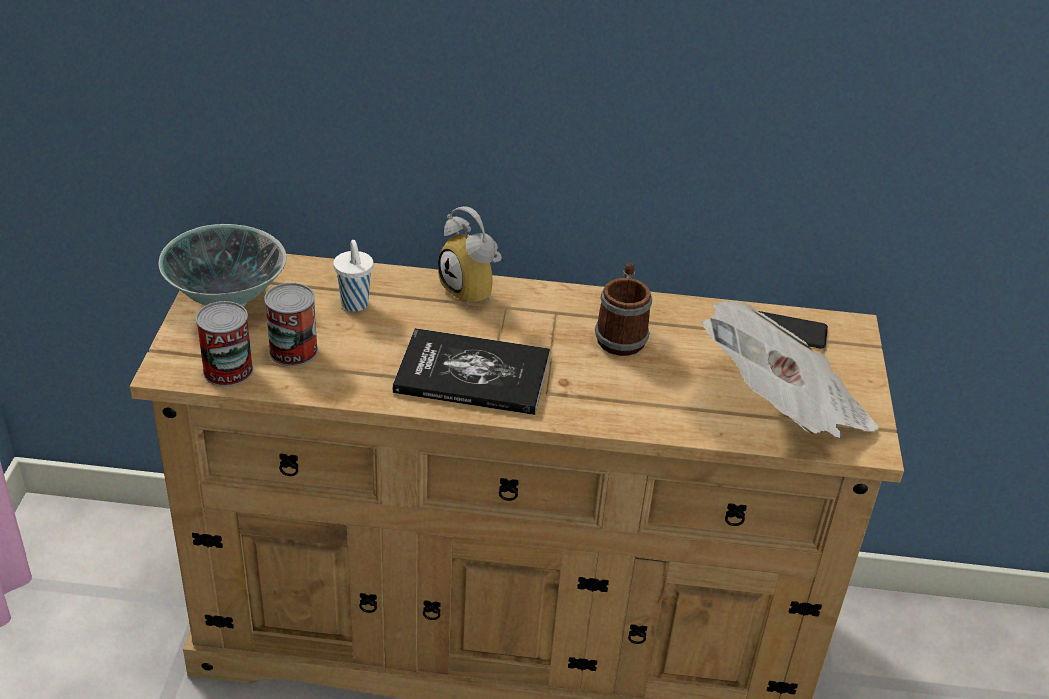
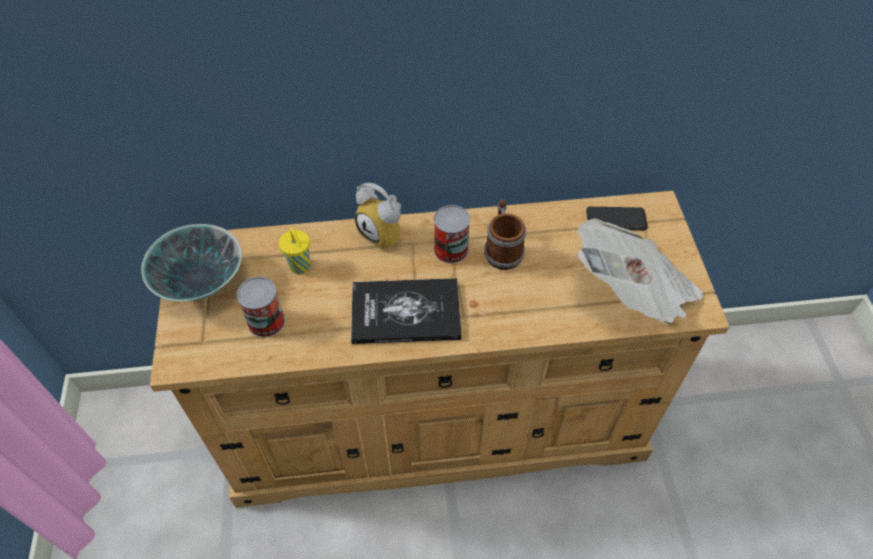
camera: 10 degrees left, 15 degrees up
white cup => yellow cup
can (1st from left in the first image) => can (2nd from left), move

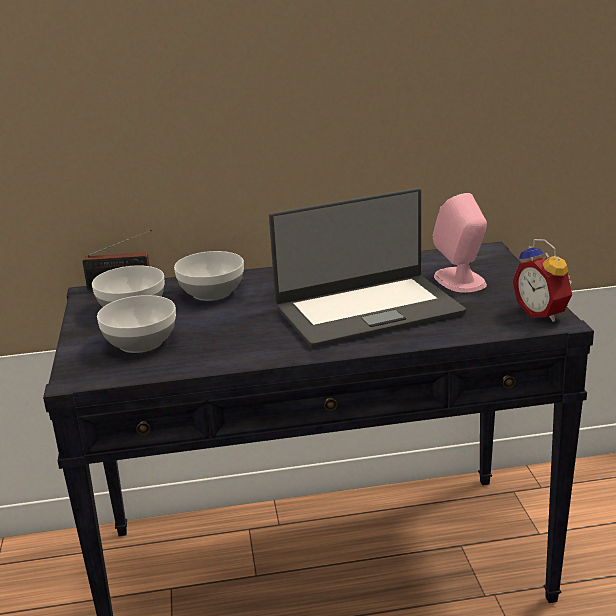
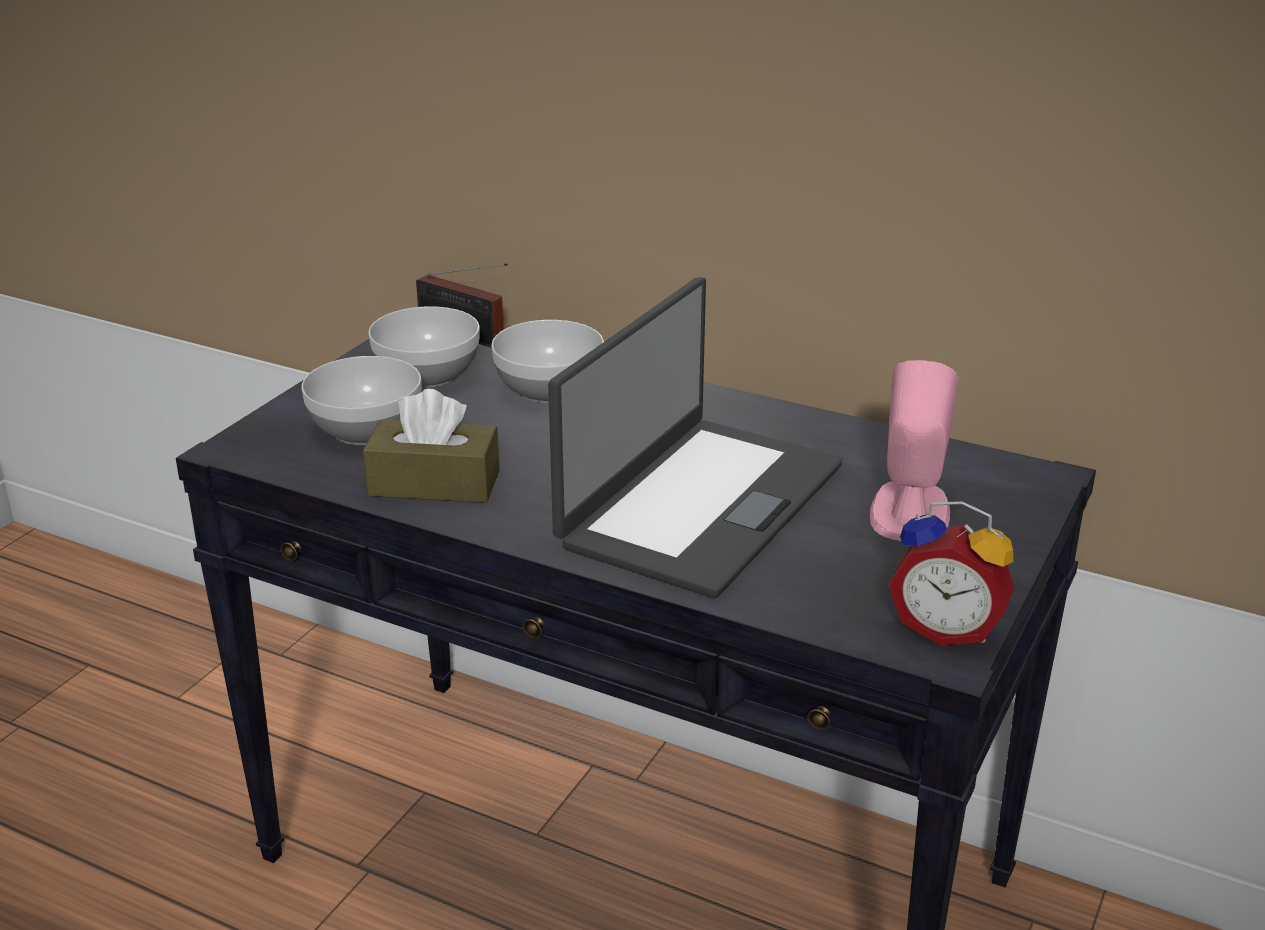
camera: 35 degrees right, 5 degrees up
laptop, 75 degrees counterclockwise
alarm clock, 75 degrees counterclockwise
nothing => brown tissue box

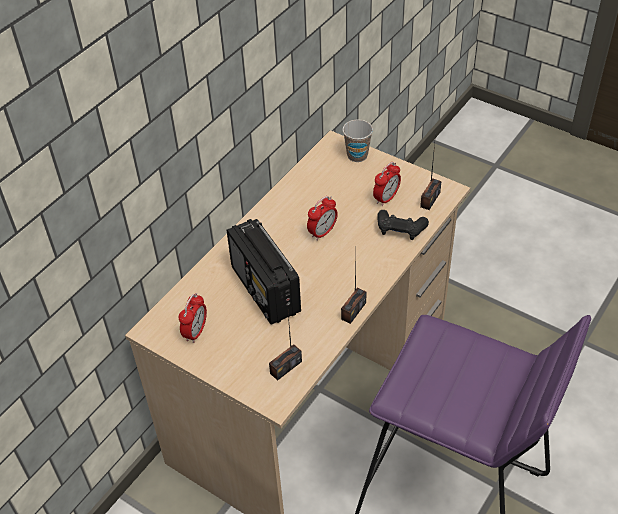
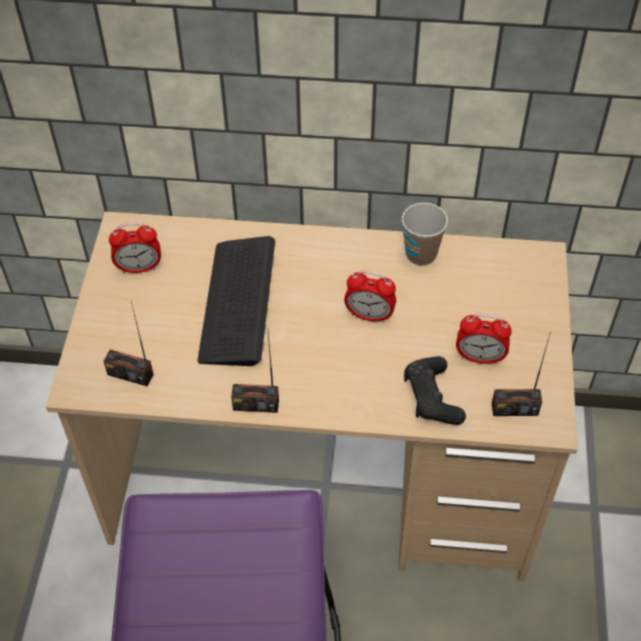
camera: 60 degrees right, 5 degrees up
cup, move
radio (1st from left) => keyboard

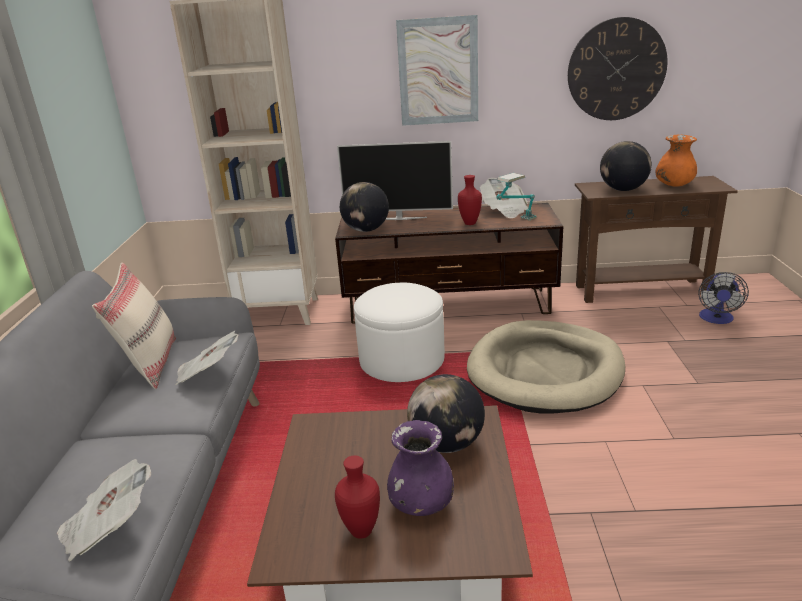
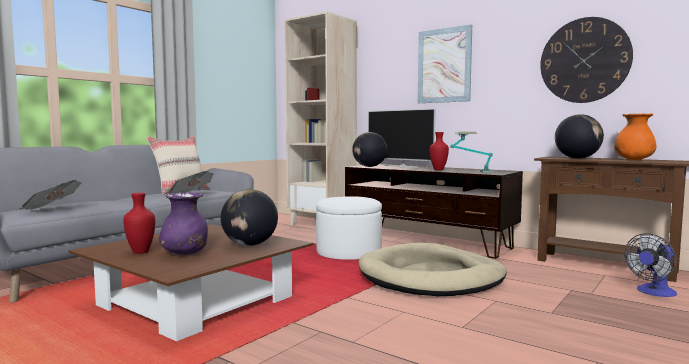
camera: 35 degrees right, 20 degrees down
newspaper (3rd from left) => nothing

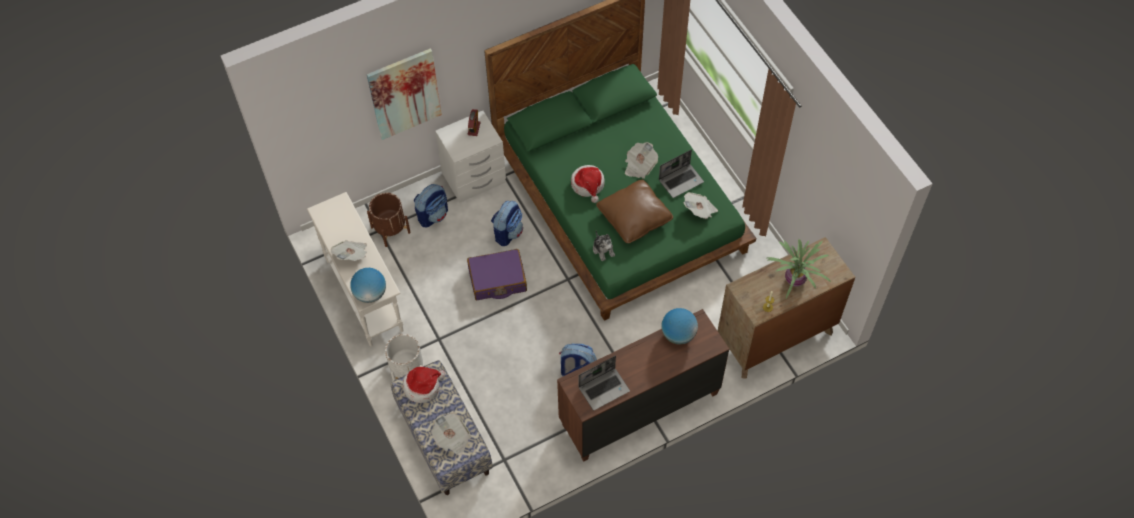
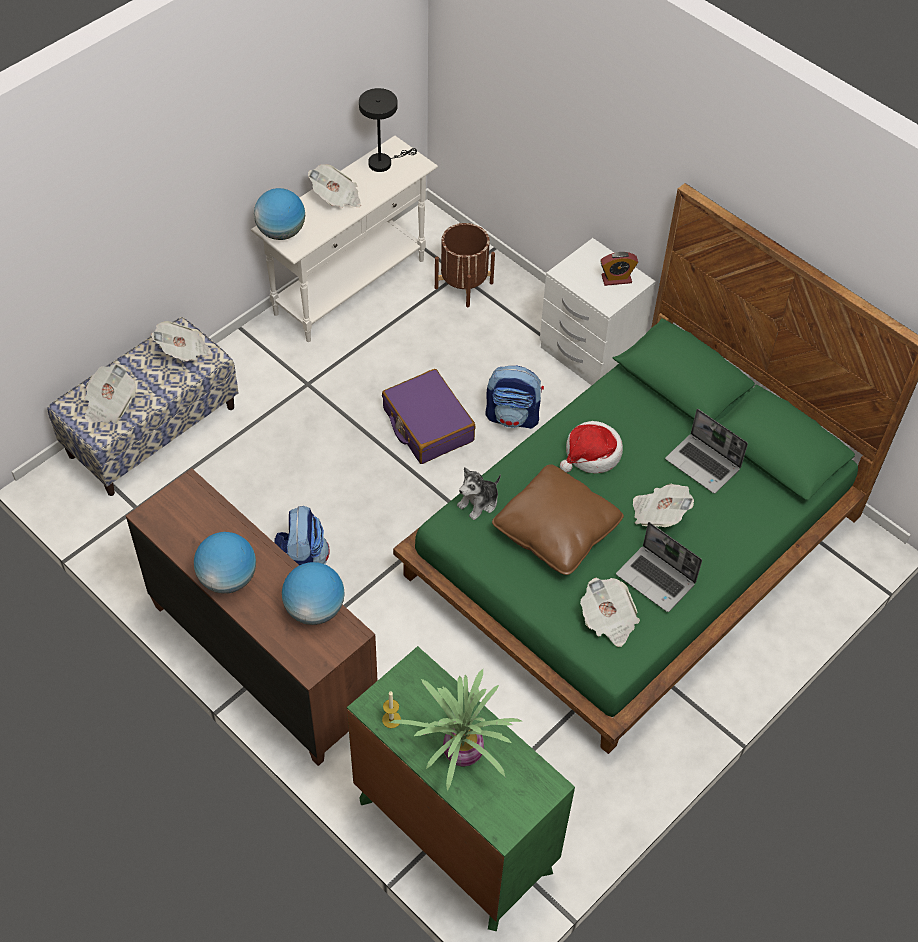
camera: 70 degrees right, 5 degrees down
picture => nothing
backpack (1st from left) => nothing
brown dresser (2nd from left) => green dresser
white planter => nothing
laptop (1st from left in the first image) => laptop (2nd from left), move
hat (1st from left) => newspaper (2nd from left)
nothing => black table lamp
nothing => globe (1st from left)

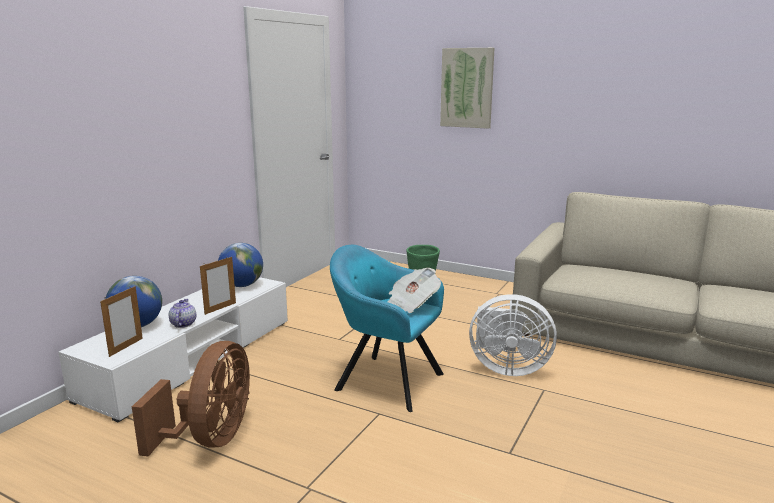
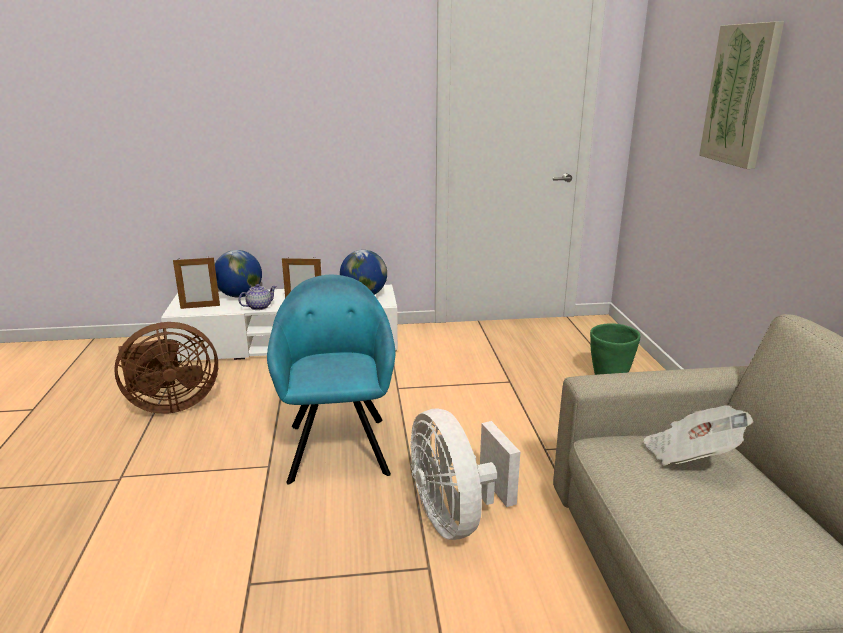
camera: 55 degrees right, 5 degrees up
newspaper, move

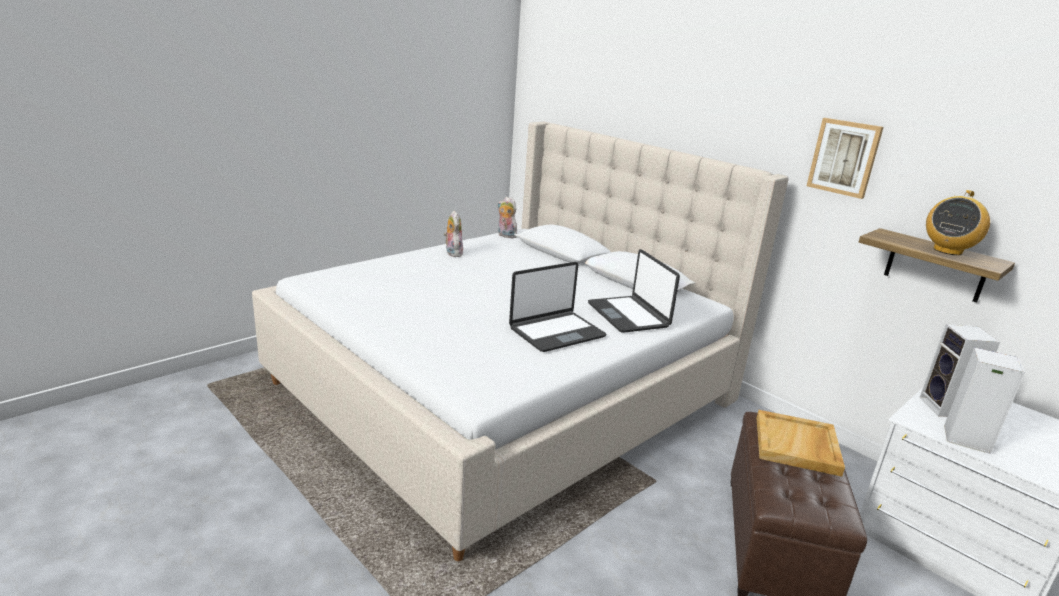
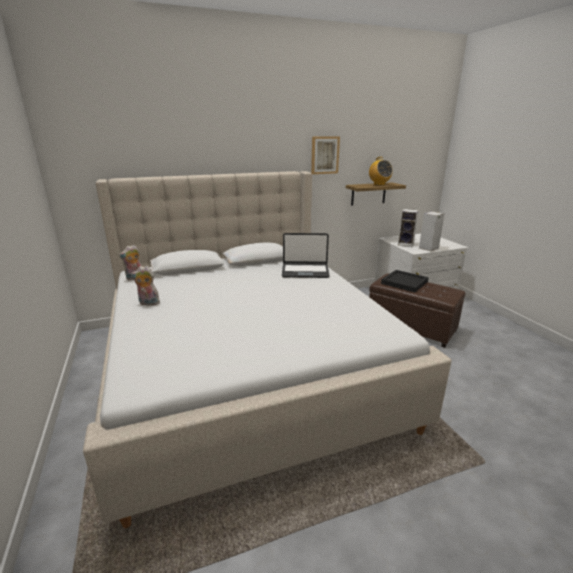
camera: 65 degrees left, 0 degrees up
laptop (1st from left) => nothing
beige tray => black tray

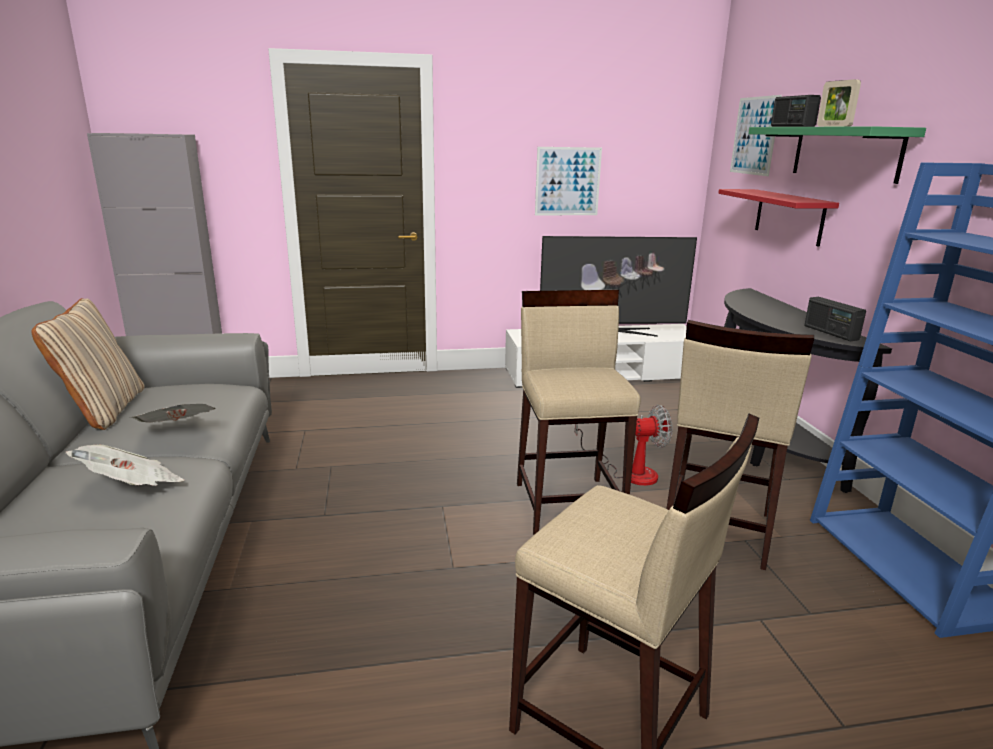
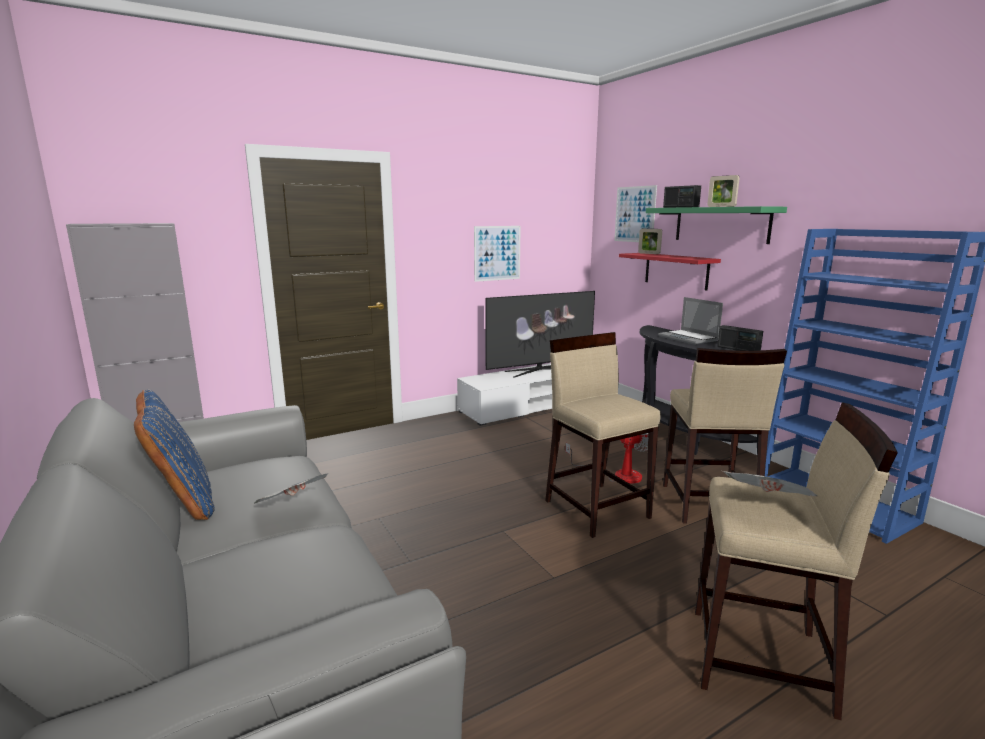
camera: 20 degrees left, 5 degrees down
beige pillow => blue pillow
newspaper (1st from left in the first image) => newspaper (2nd from left), move
nothing => picture frame (1st from left)
nothing => laptop

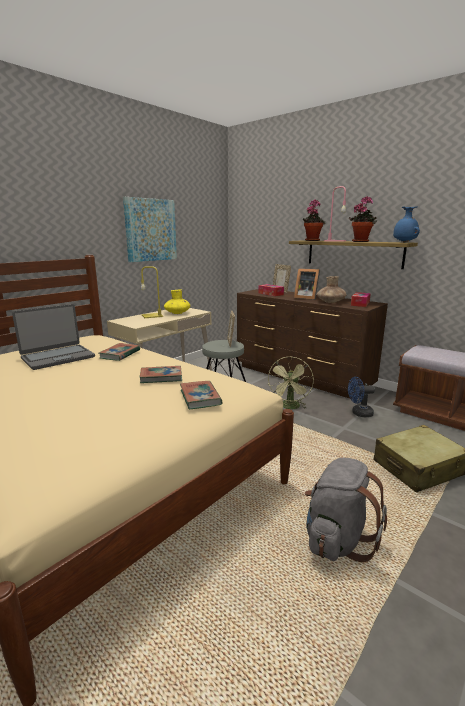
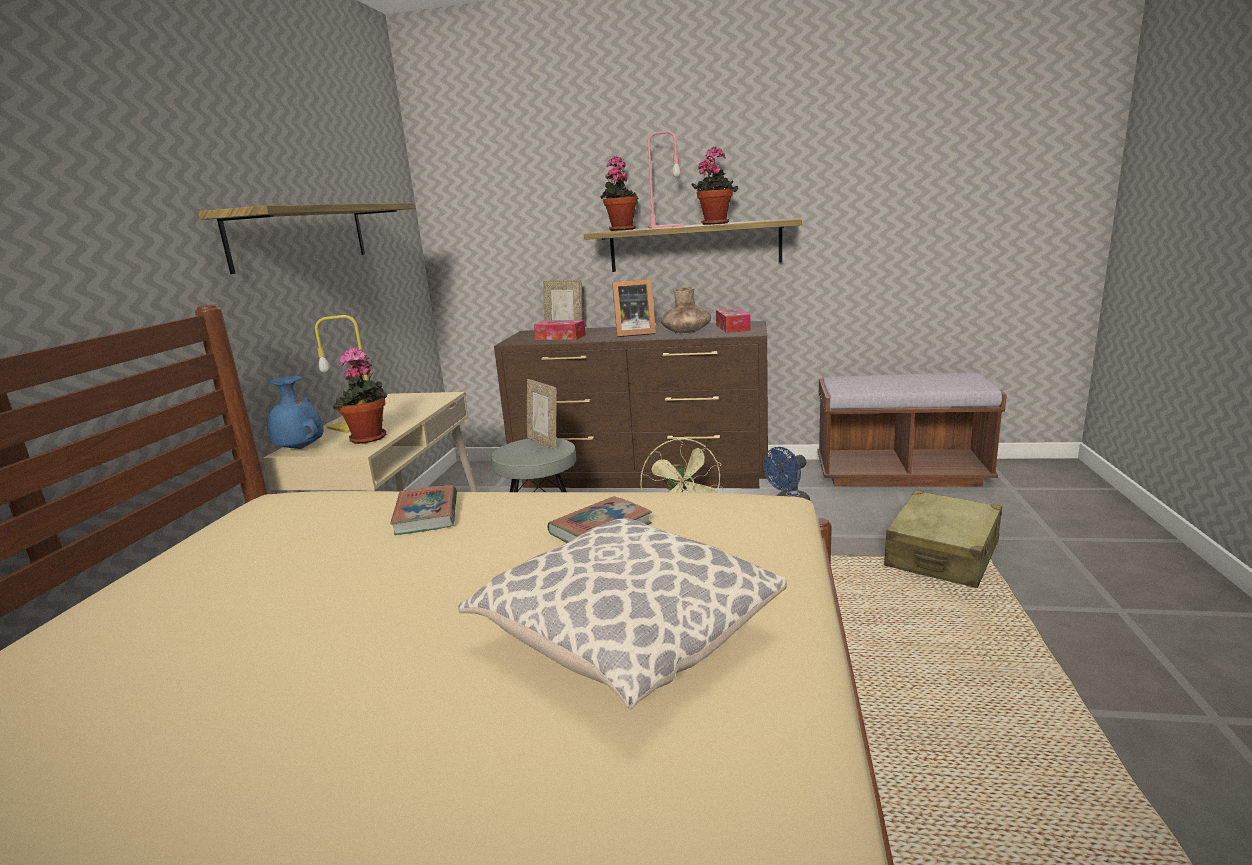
camera: 30 degrees left, 0 degrees up
picture => shelf (1st from left)
blue vase, move
yellow vase => nothing
laptop => nothing
book (3rd from left) => nothing
grey backpack => nothing
nothing => potted plant (1st from left)
nothing => pillow

